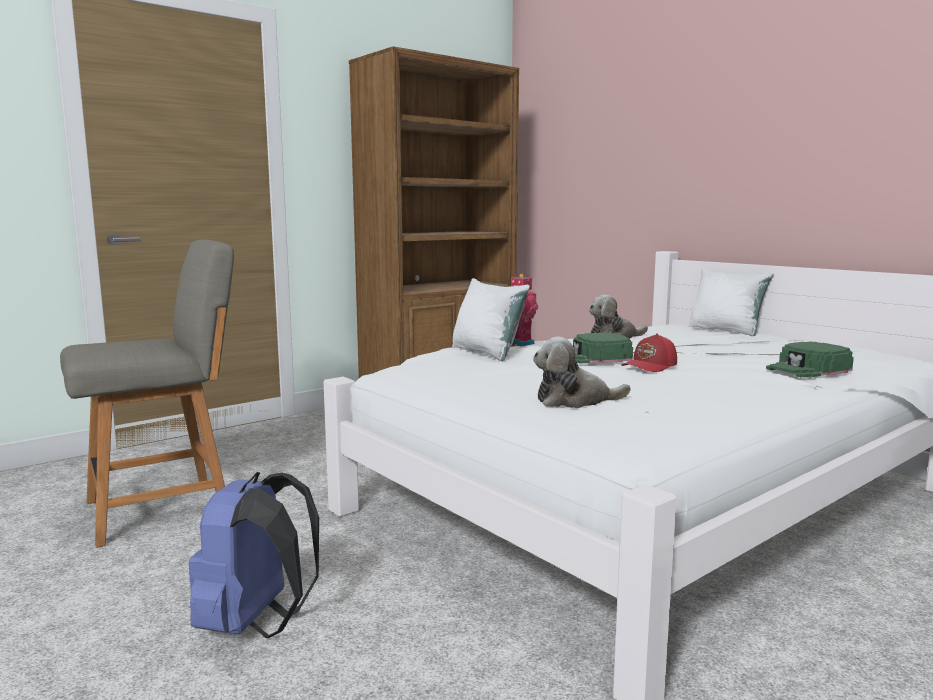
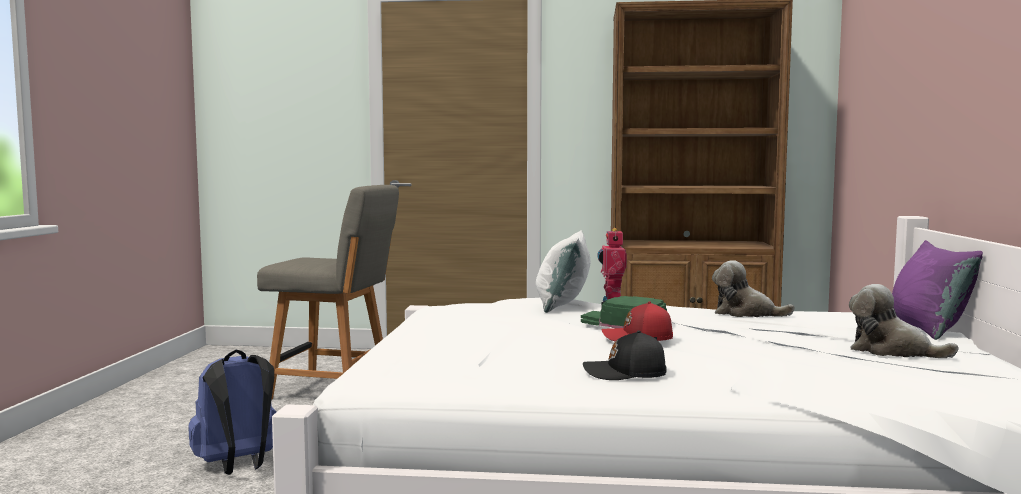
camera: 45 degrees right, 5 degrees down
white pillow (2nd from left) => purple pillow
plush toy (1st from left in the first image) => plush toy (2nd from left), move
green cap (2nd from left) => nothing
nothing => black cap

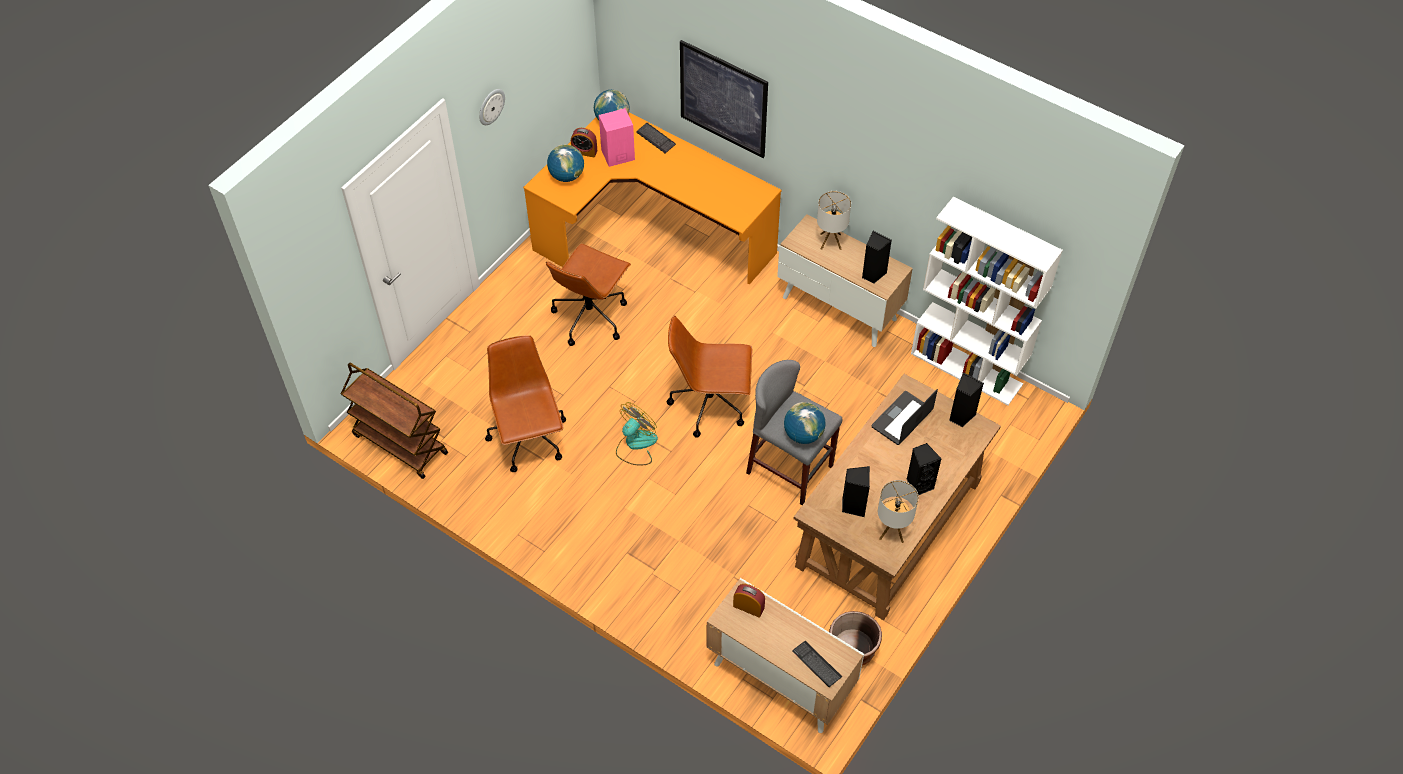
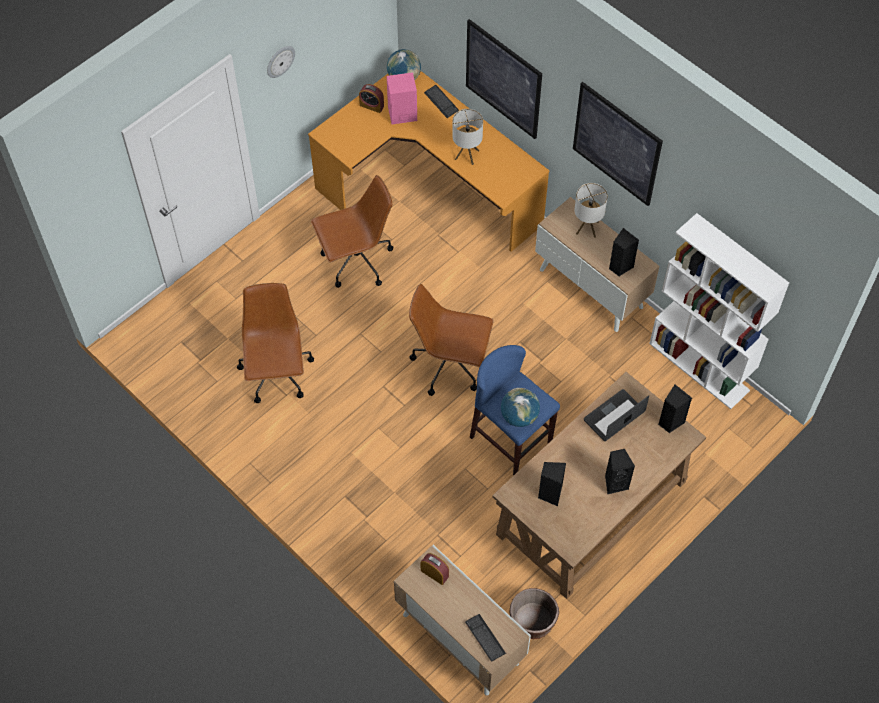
camera: 10 degrees right, 5 degrees up
globe (1st from left) => nothing
brown office chair (2nd from left), 150 degrees counterclockwise
grey stool => blue stool
brown cart => nothing
fan => nothing
table lamp (2nd from left in the first image) => table lamp (1st from left), move
nothing => picture (2nd from left)

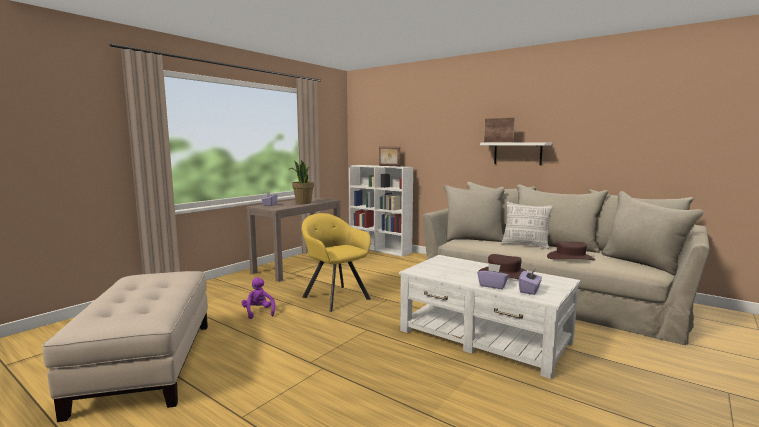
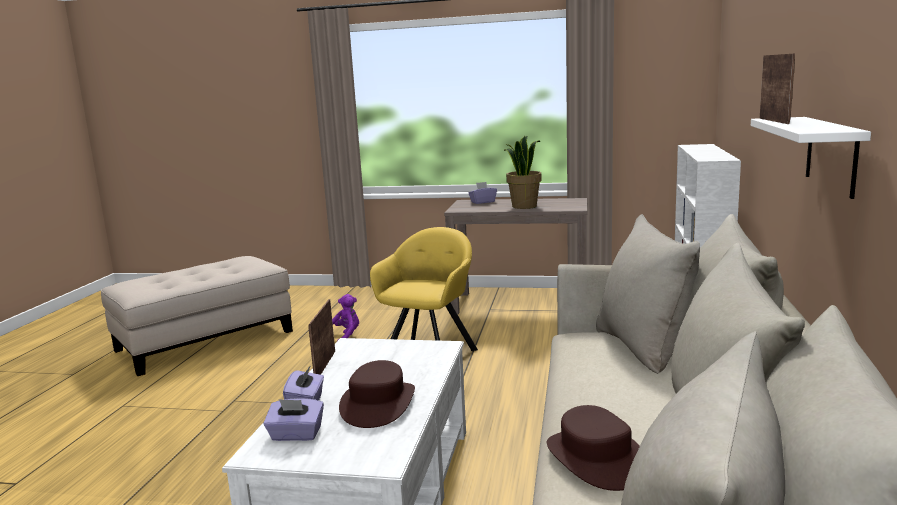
camera: 65 degrees right, 5 degrees up
picture frame (1st from left), move
pillow => nothing

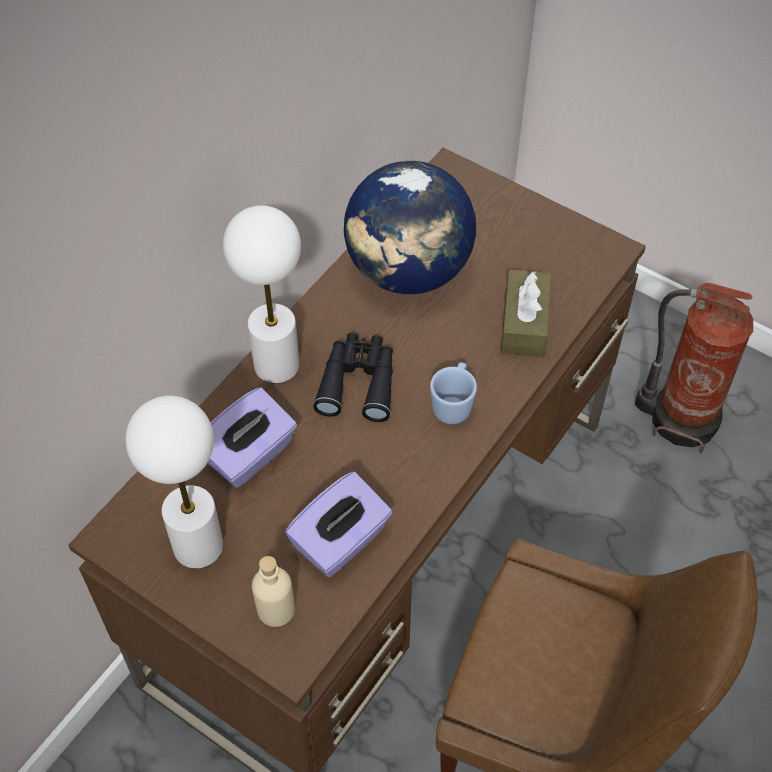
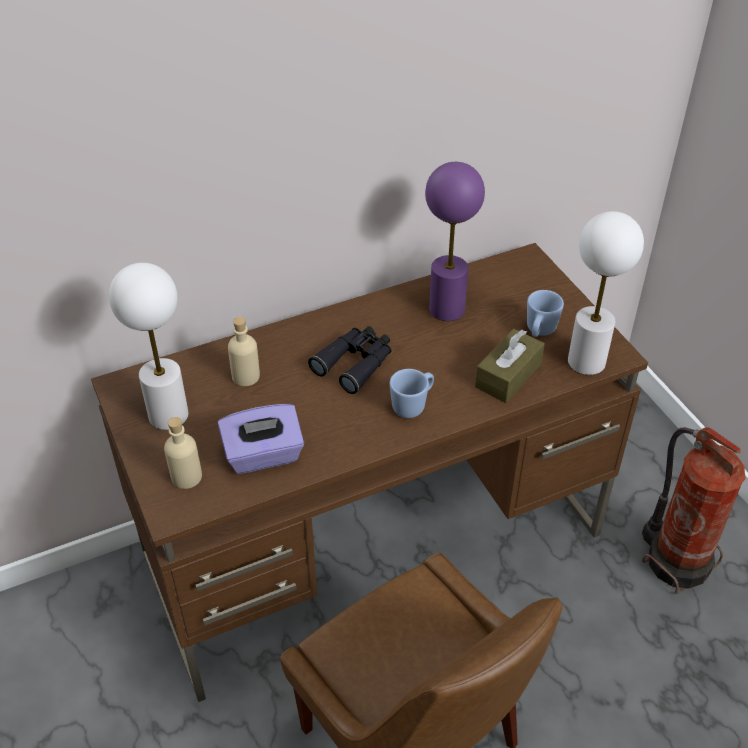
camera: 30 degrees right, 10 degrees down
globe => purple table lamp
white table lamp (2nd from left), move
purple tissue box (1st from left) => beige bottle (2nd from left)
nothing => blue mug (2nd from left)

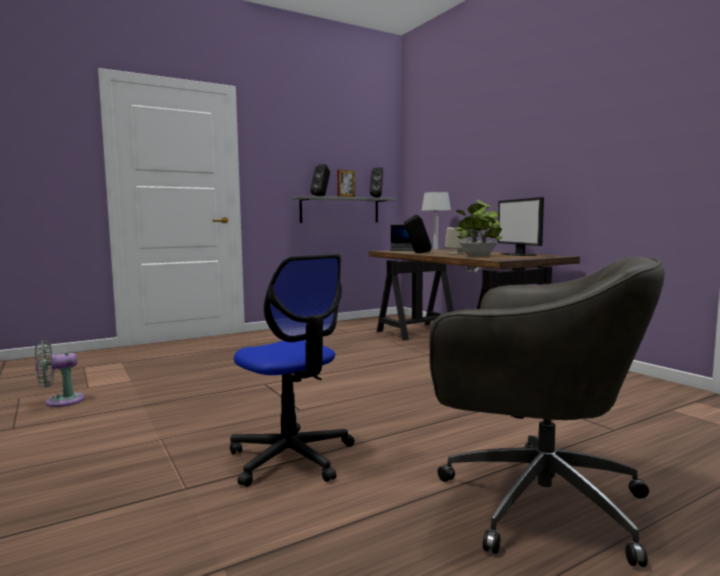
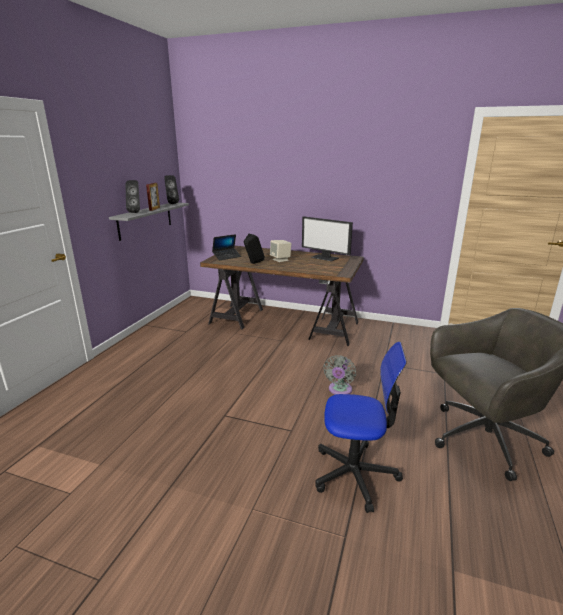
camera: 40 degrees left, 15 degrees up
grey table lamp => nothing
potted plant => nothing
grey fan, move

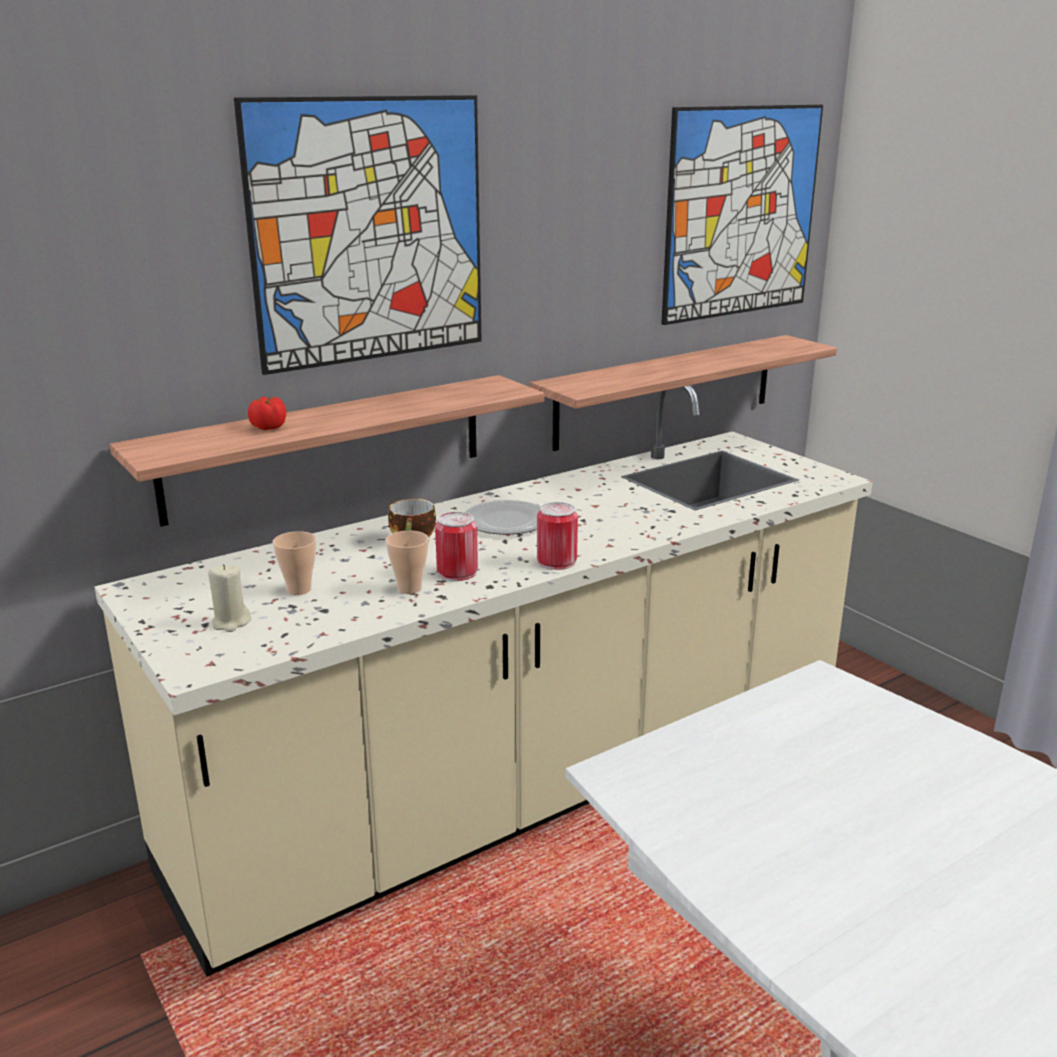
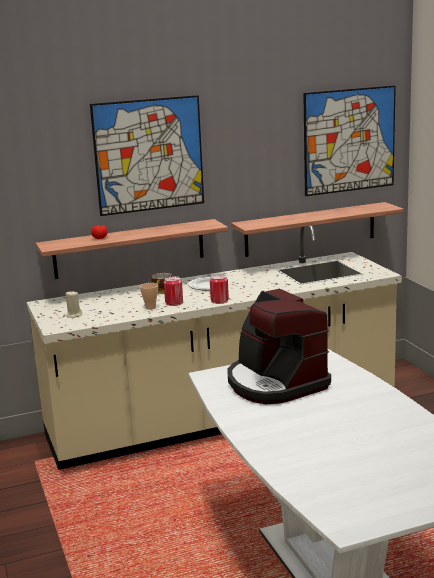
camera: 15 degrees right, 5 degrees down
cup (1st from left) => nothing
nothing => coffee machine

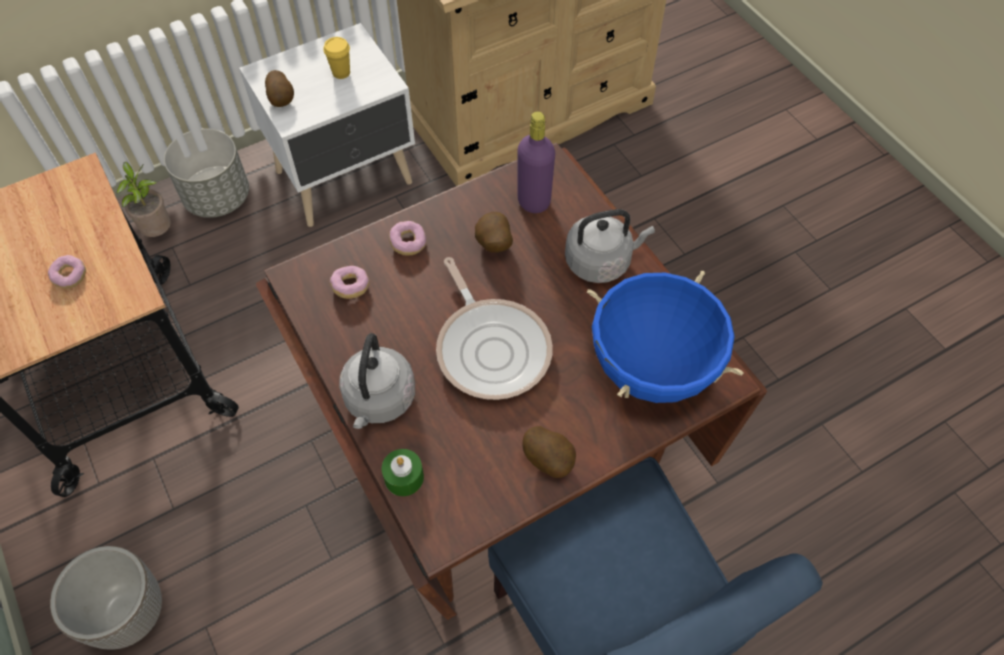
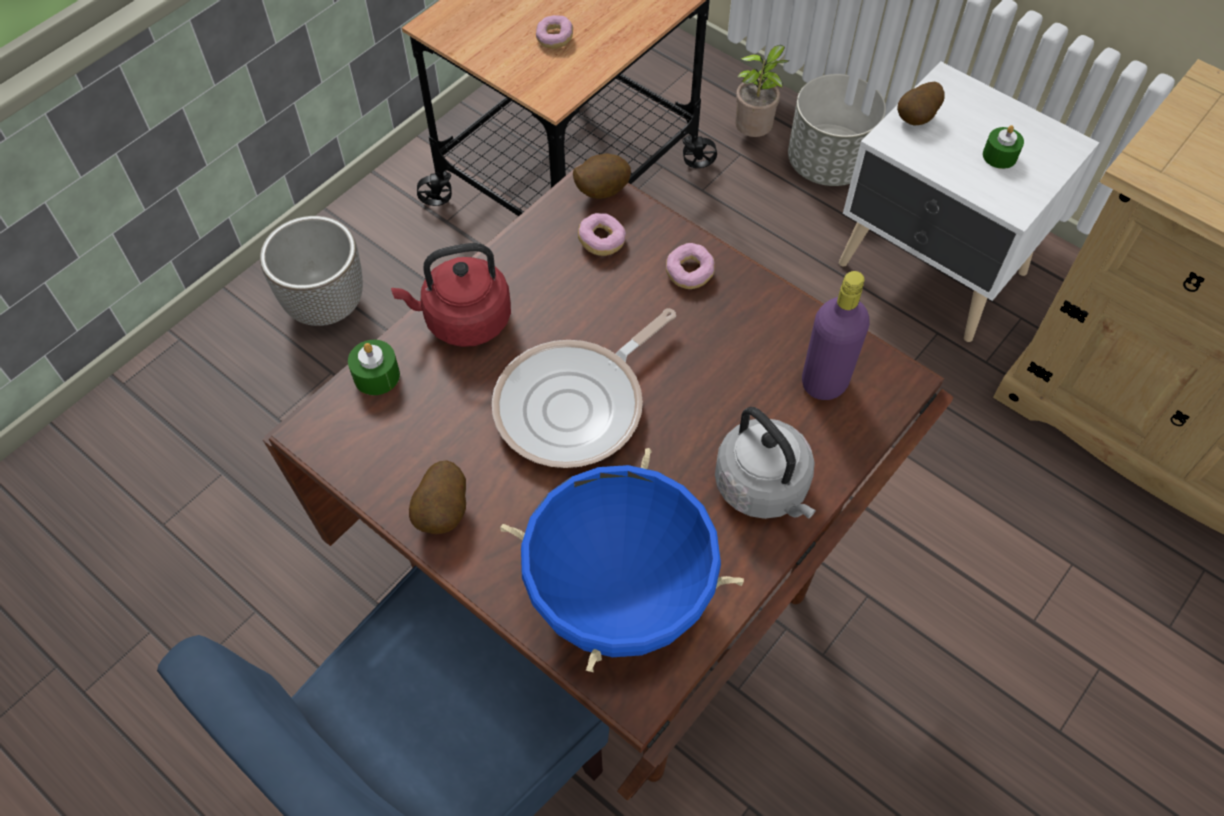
camera: 70 degrees right, 0 degrees up
yellow cup => green candle (2nd from left)
potato (2nd from left), move
grey kettle (1st from left) => red kettle

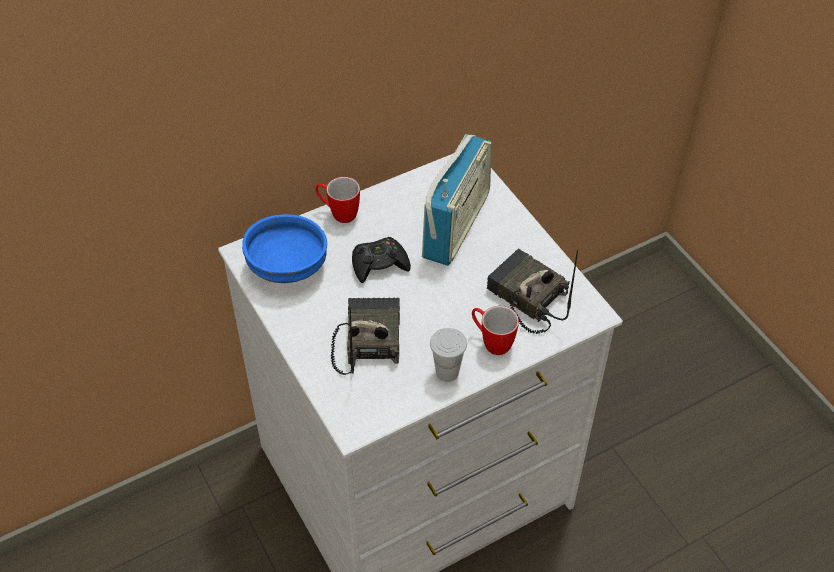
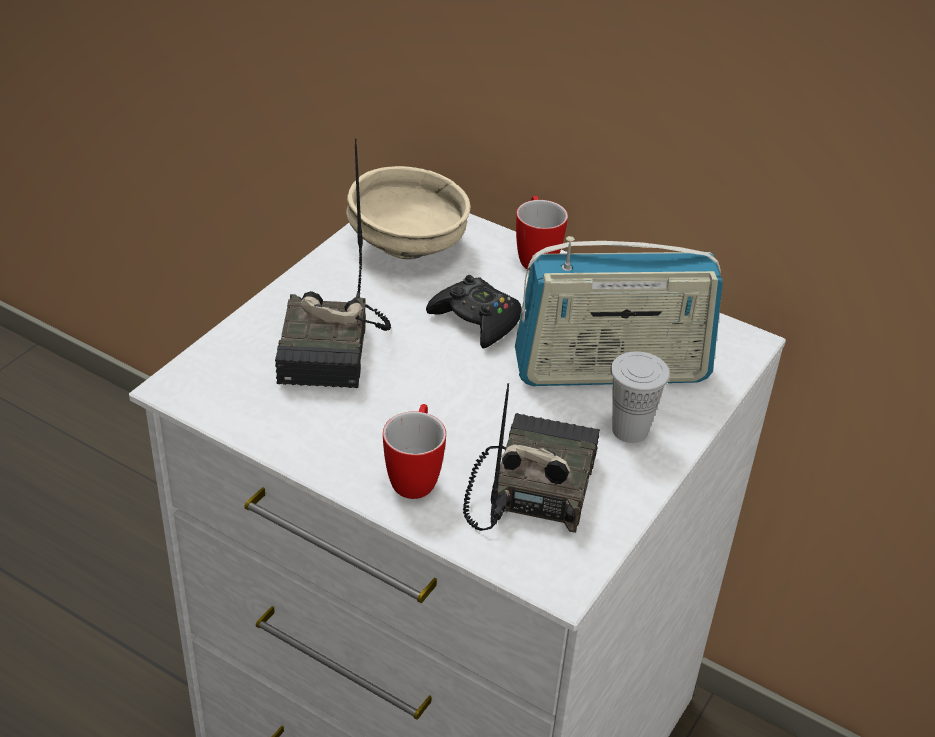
camera: 60 degrees right, 10 degrees down
blue bowl => beige bowl
radio (1st from left), 120 degrees clockwise
white cup, move

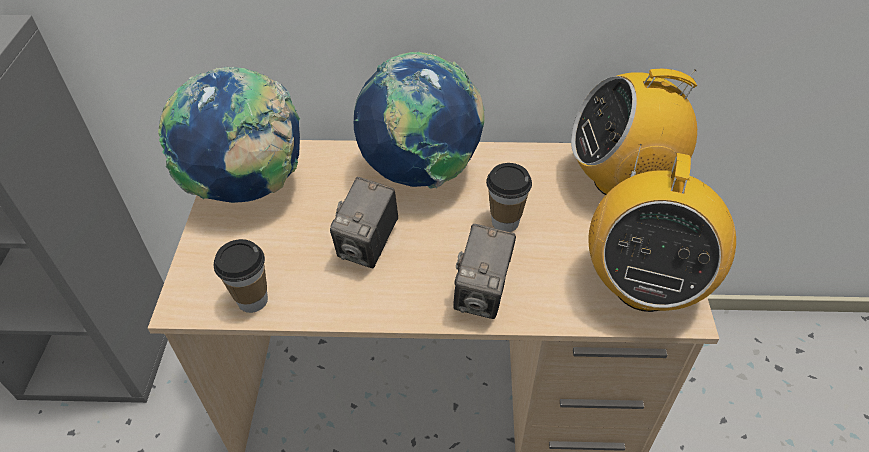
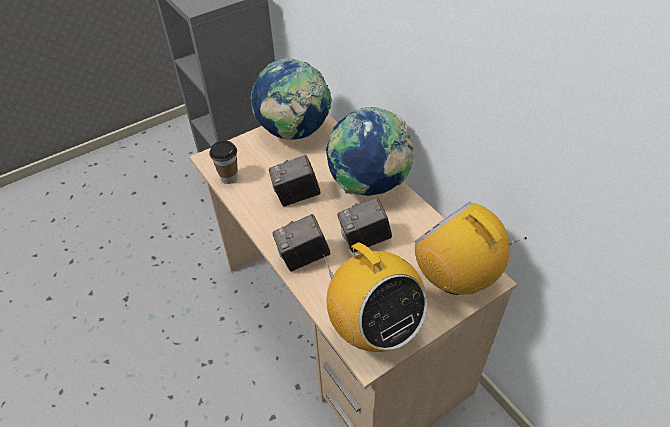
camera: 55 degrees right, 0 degrees up
radio (2nd from left in the first image) => radio (1st from left), 105 degrees counterclockwise
cup (2nd from left) => photo camera (3rd from left)

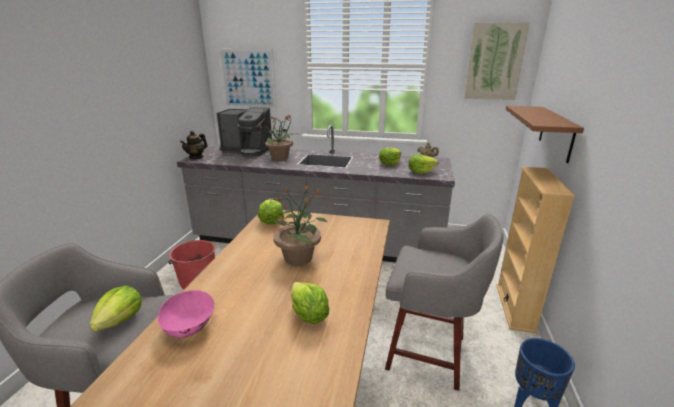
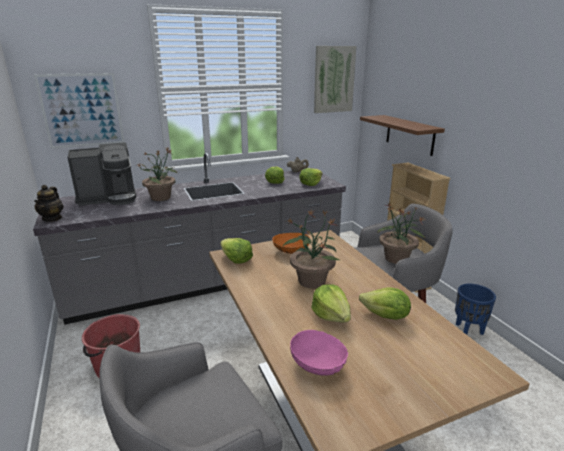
camera: 35 degrees left, 0 degrees up
lettuce (1st from left in the first image) => lettuce (4th from left), move
nothing => potted plant (3rd from left)
nothing => orange bowl

